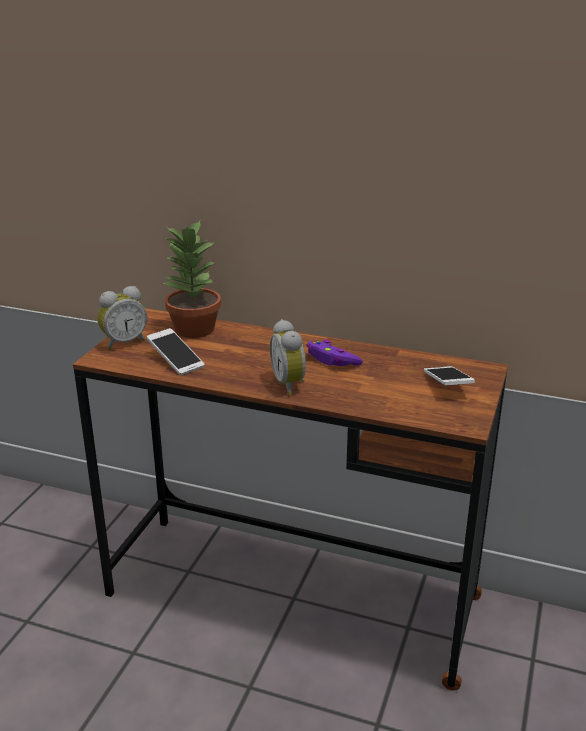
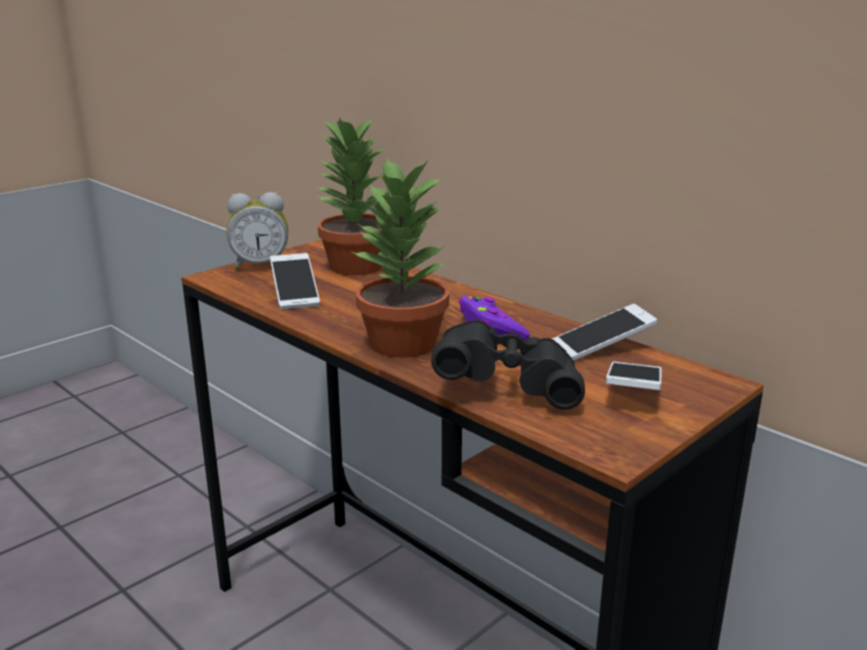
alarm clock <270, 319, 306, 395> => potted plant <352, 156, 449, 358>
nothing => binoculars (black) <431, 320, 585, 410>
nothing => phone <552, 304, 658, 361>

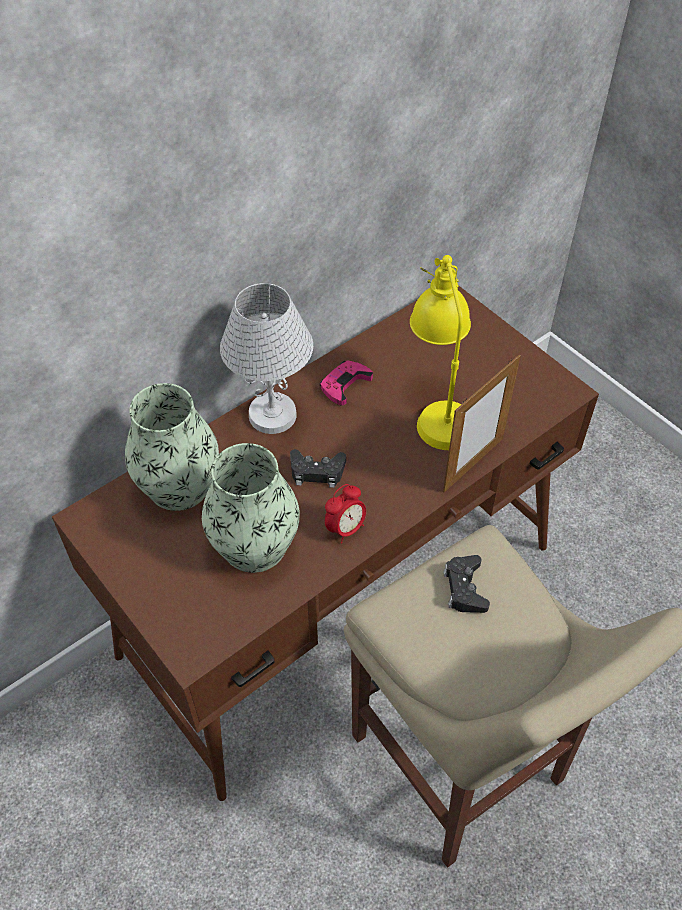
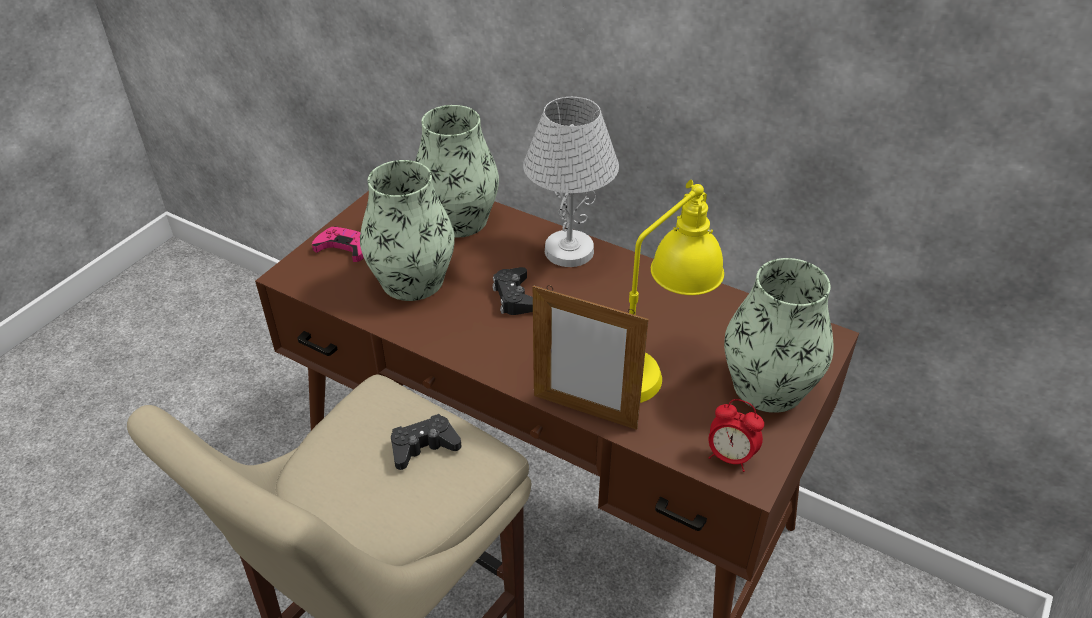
game controller (pink) <320, 360, 373, 406> => game controller (pink) <312, 226, 364, 262>, move
alarm clock <325, 484, 366, 543> => alarm clock <708, 399, 764, 472>, move
nothing => vase <724, 258, 834, 413>

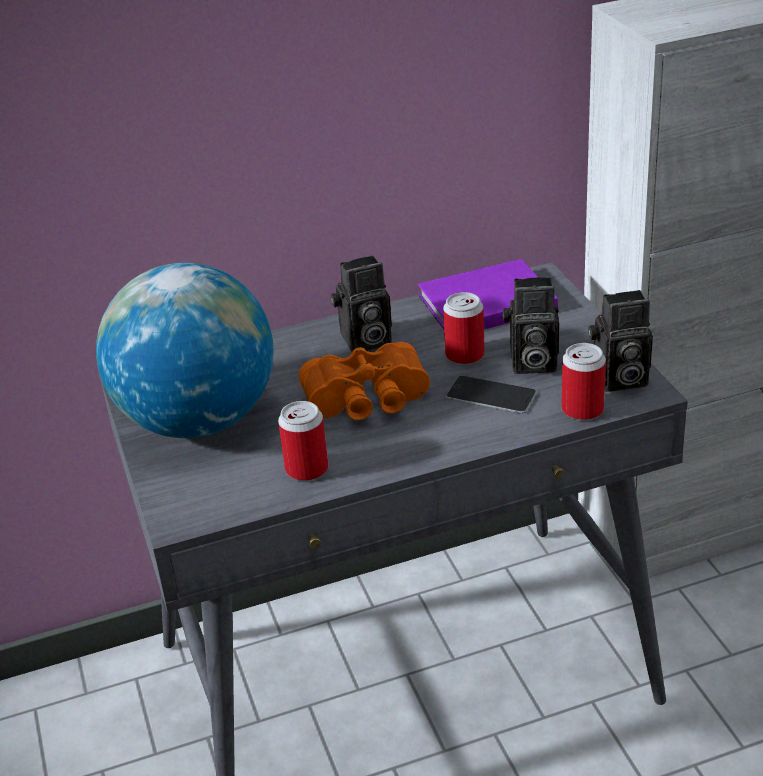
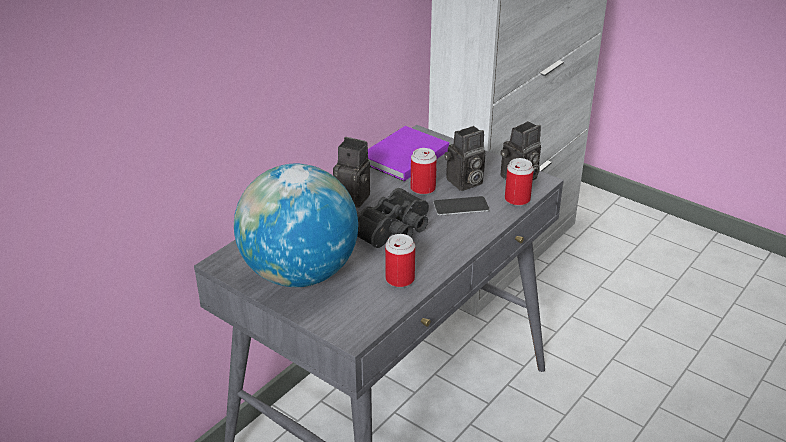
binoculars (orange) <299, 342, 430, 420> => binoculars (black) <357, 188, 429, 248>
photo camera <330, 255, 392, 351> => photo camera <333, 137, 370, 208>, 105 degrees counterclockwise

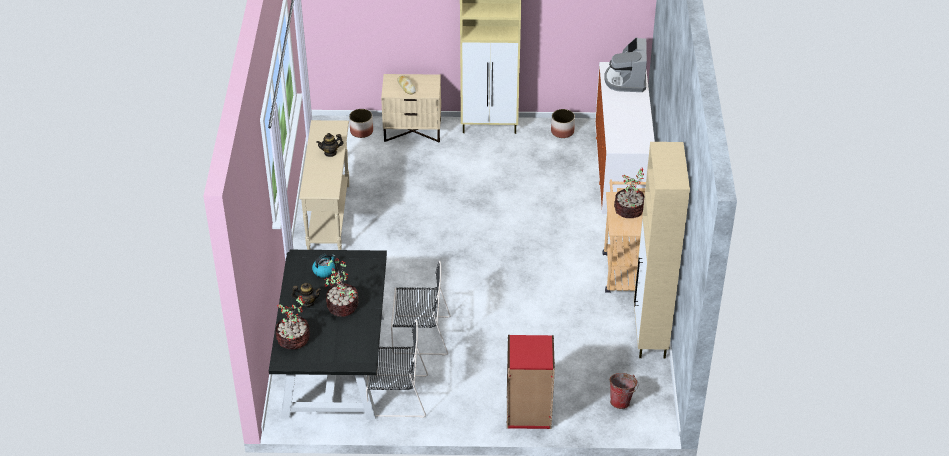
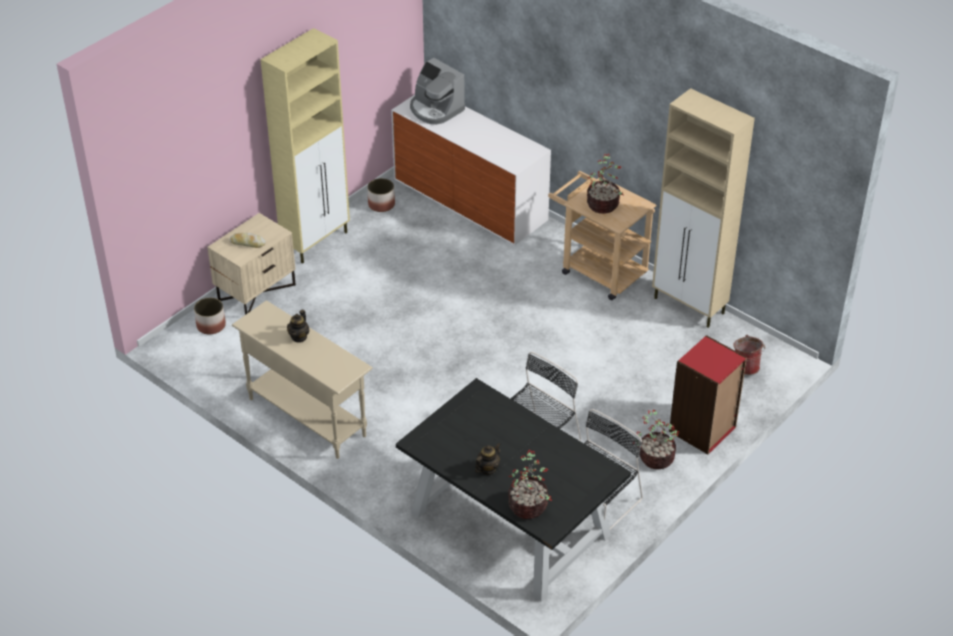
kettle <312, 254, 336, 278> => nothing
potted plant <324, 258, 359, 317> => potted plant <634, 410, 679, 469>, move

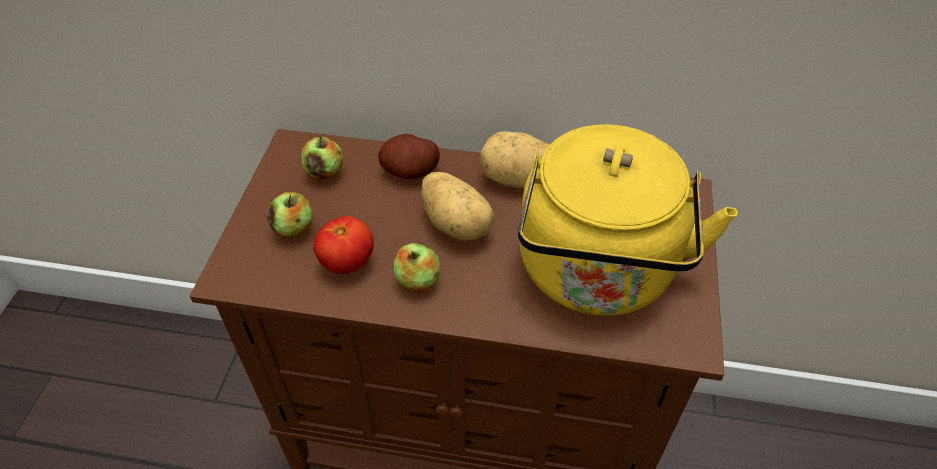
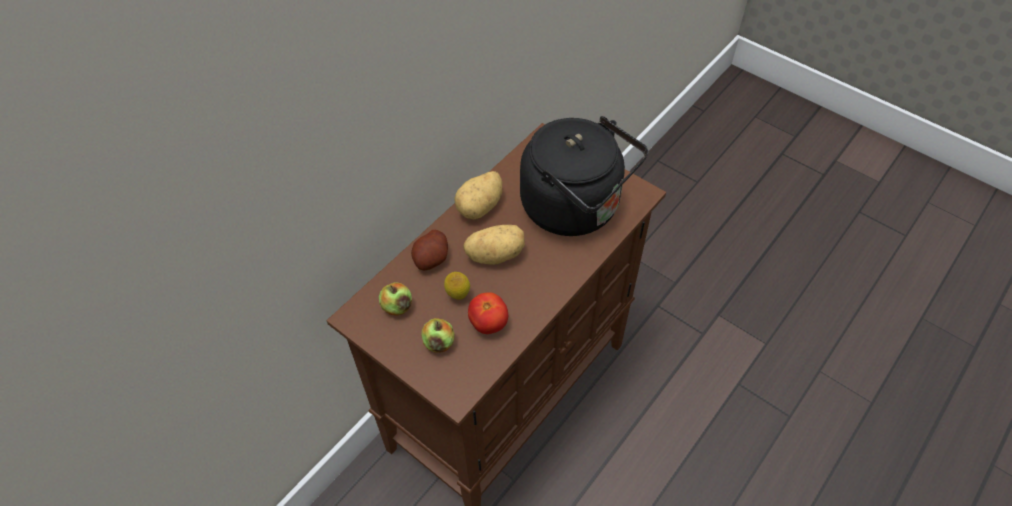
apple <394, 243, 440, 292> => nothing
kettle (yellow) <518, 124, 738, 316> => kettle (black) <520, 116, 648, 236>
nothing => lemon <444, 272, 470, 300>

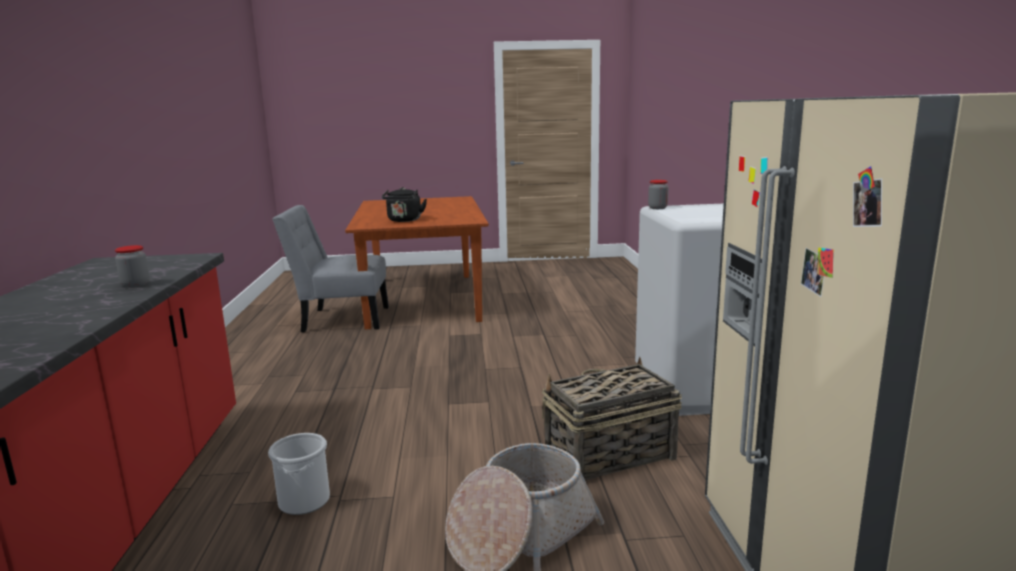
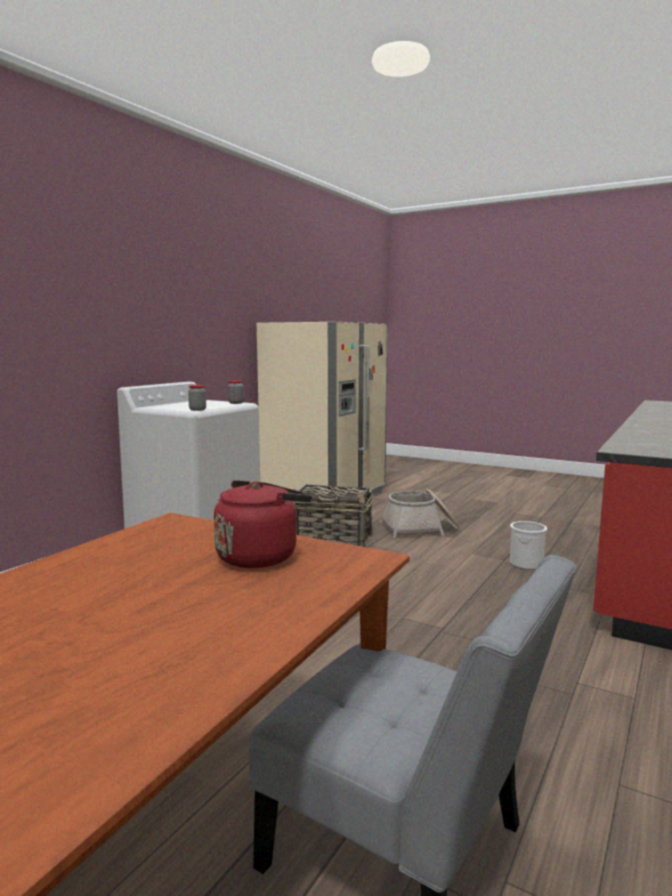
jar <115, 245, 150, 287> => jar <228, 380, 244, 404>, move
kettle (black) <382, 187, 427, 222> => kettle (red) <214, 480, 312, 568>

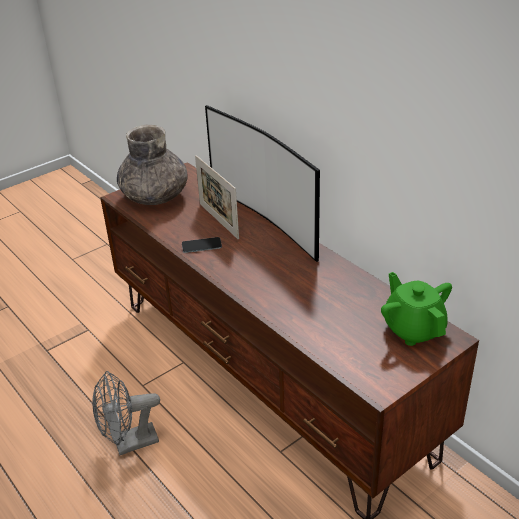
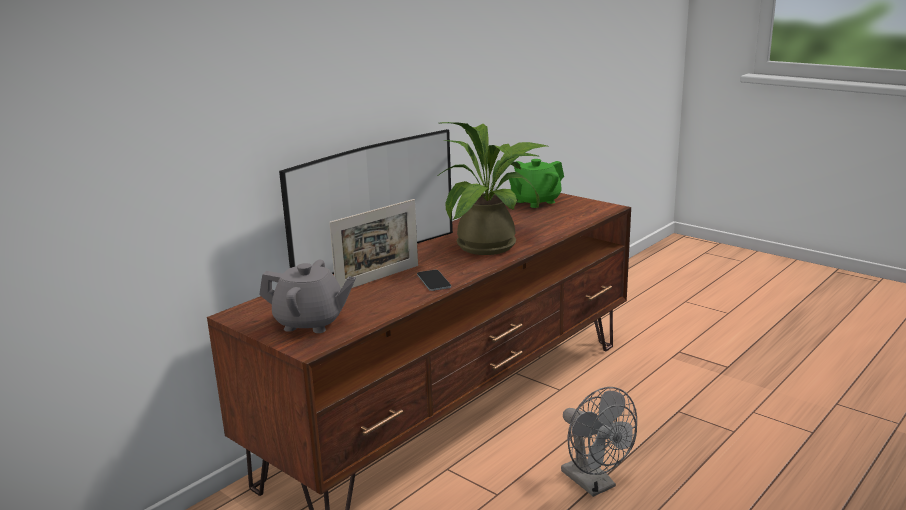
vase (grey) <117, 125, 187, 205> => teapot (grey) <259, 260, 356, 333>
nothing => potted plant <439, 122, 550, 255>

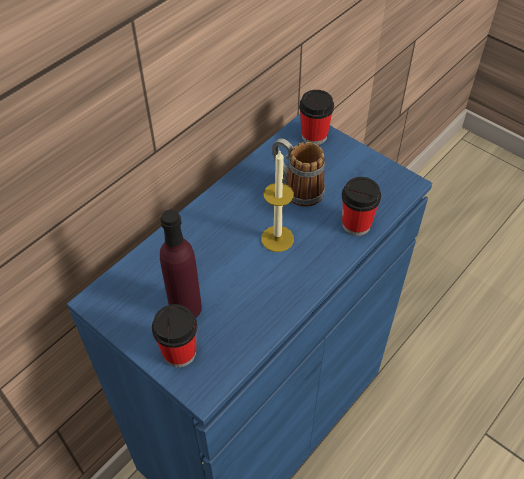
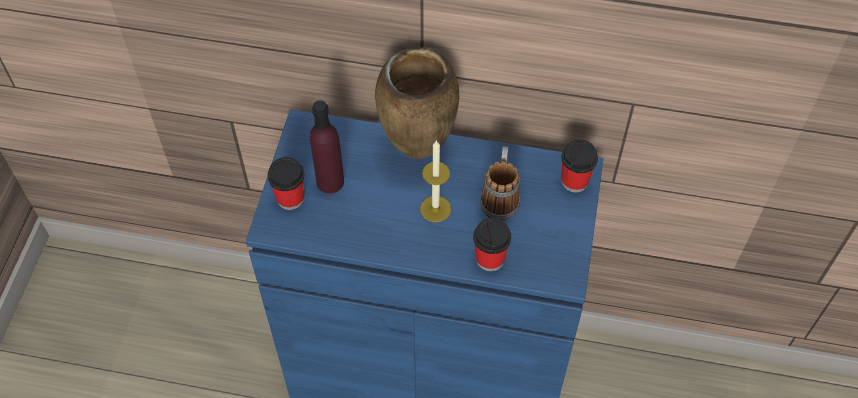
nothing => vase (brown) <375, 47, 460, 159>

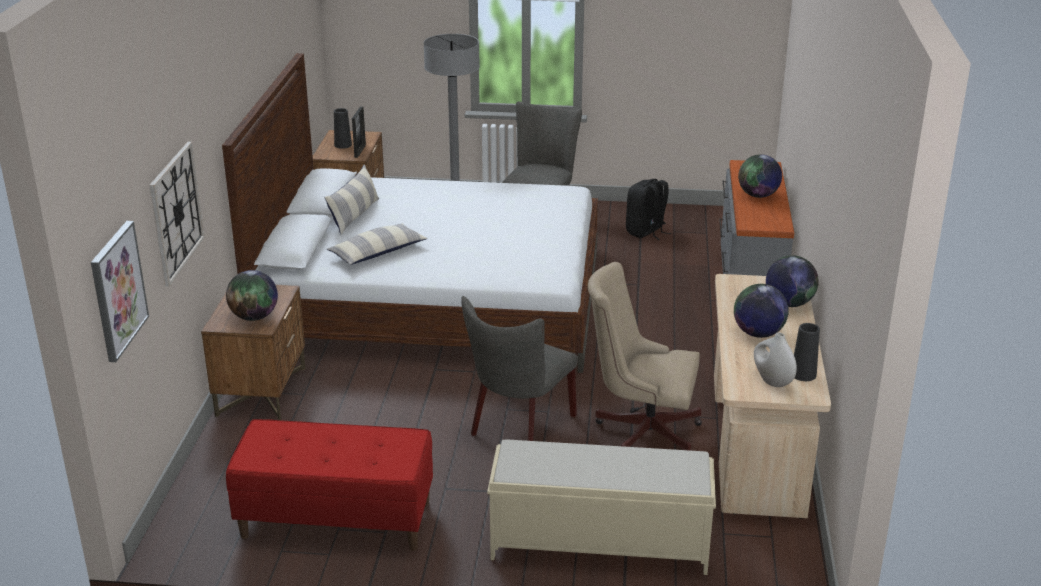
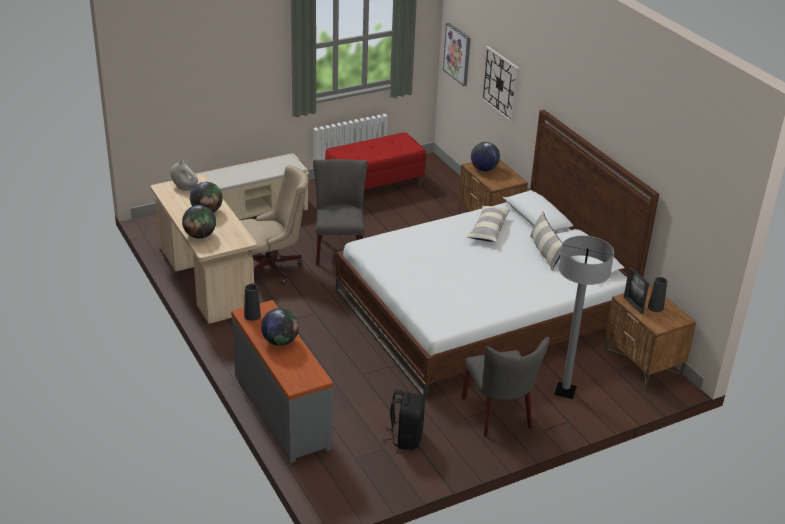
vase (black) <794, 323, 820, 381> => vase (black) <244, 284, 261, 321>, move

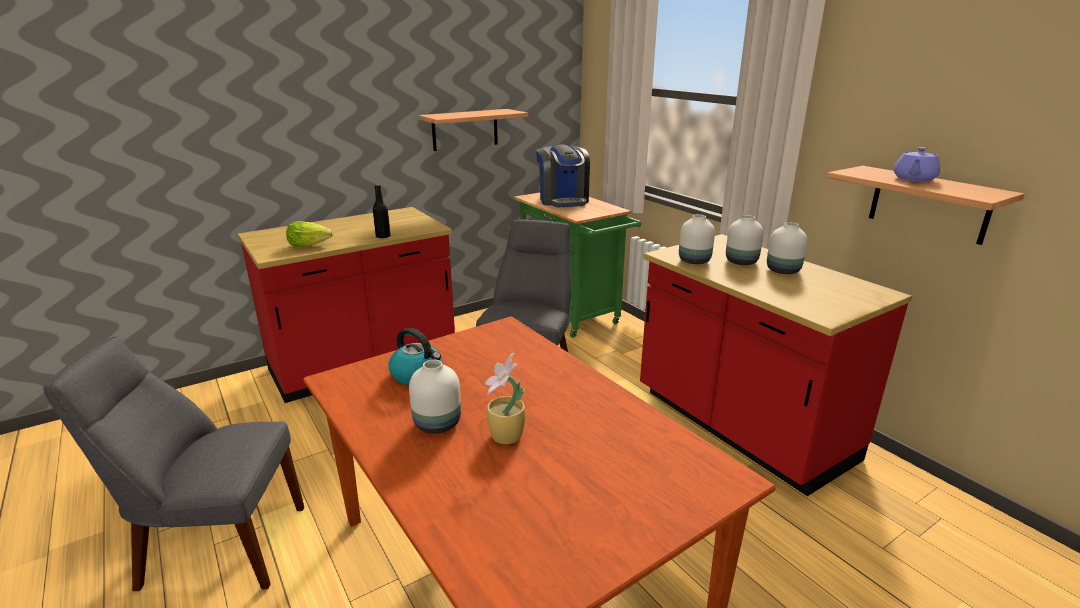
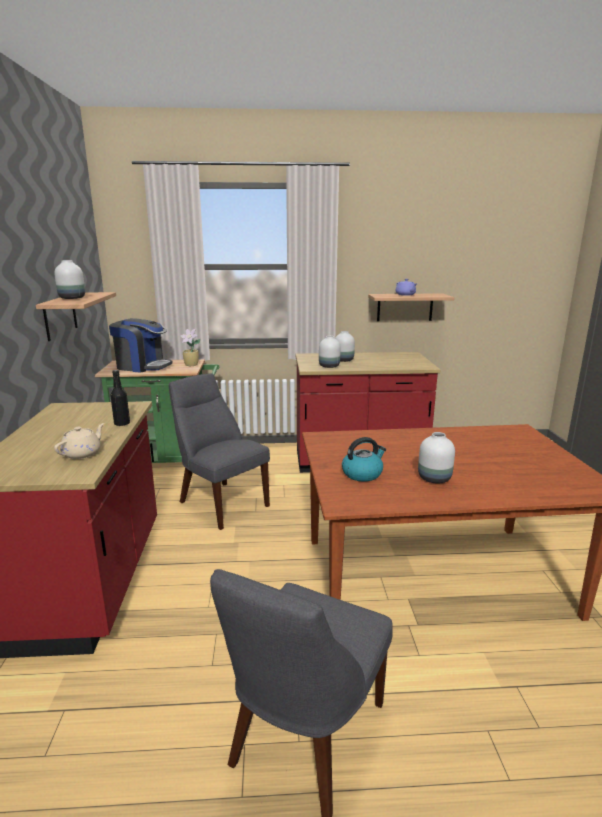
lettuce <286, 221, 333, 247> => teapot (beige) <54, 423, 104, 459>
potted plant <484, 353, 525, 444> => potted plant <181, 329, 201, 366>, move
vase (white) <767, 222, 807, 274> => vase (white) <54, 260, 85, 299>, move

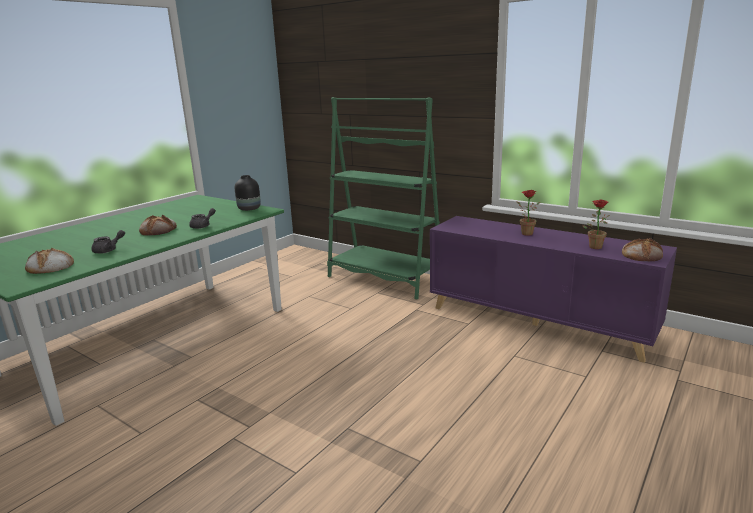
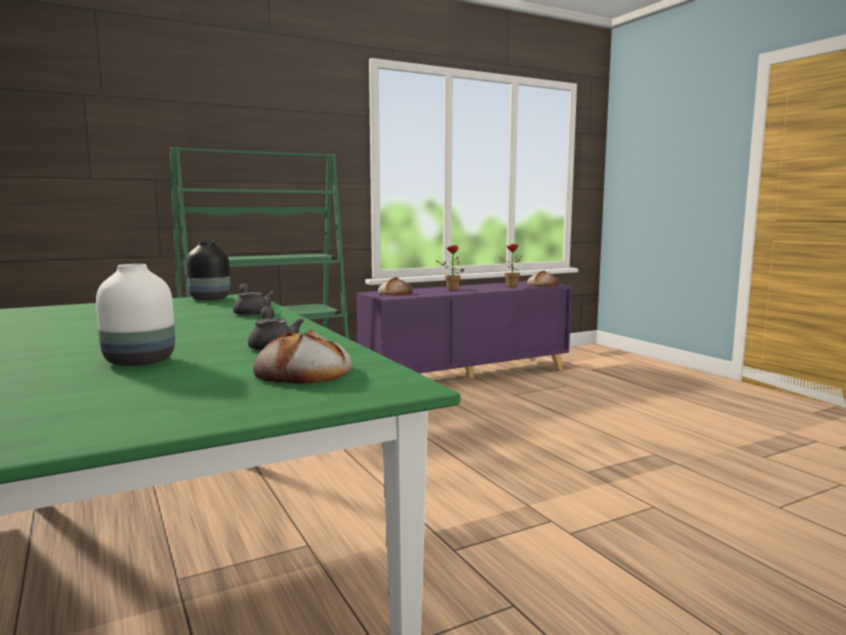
bread <139, 215, 177, 236> => bread <378, 277, 413, 295>, move
nothing => vase (white) <96, 264, 175, 366>

